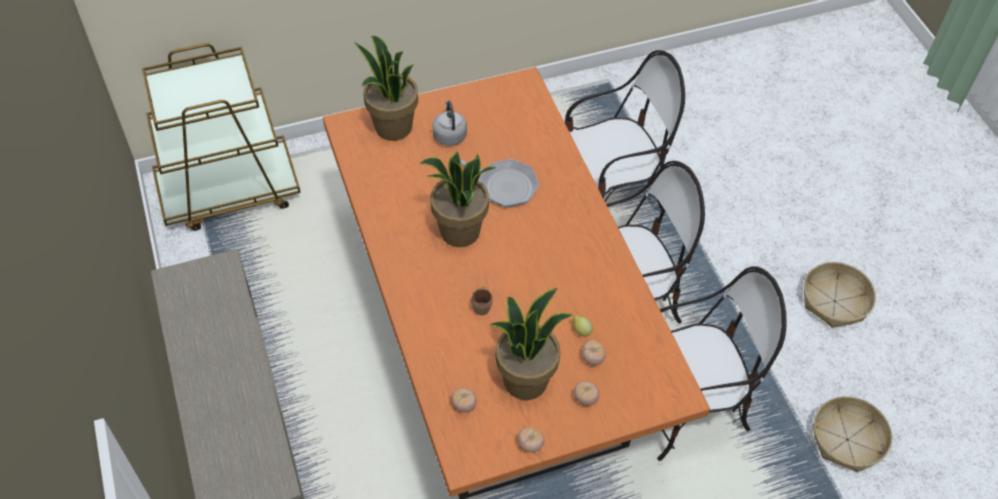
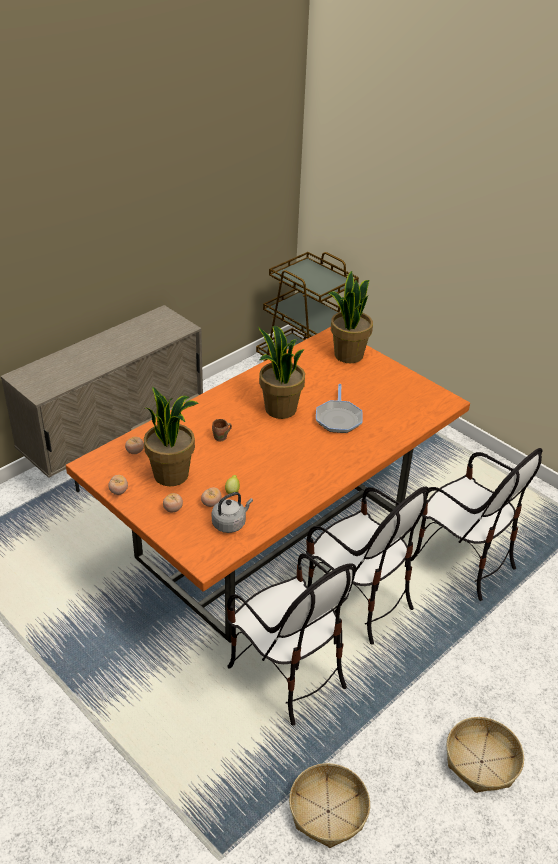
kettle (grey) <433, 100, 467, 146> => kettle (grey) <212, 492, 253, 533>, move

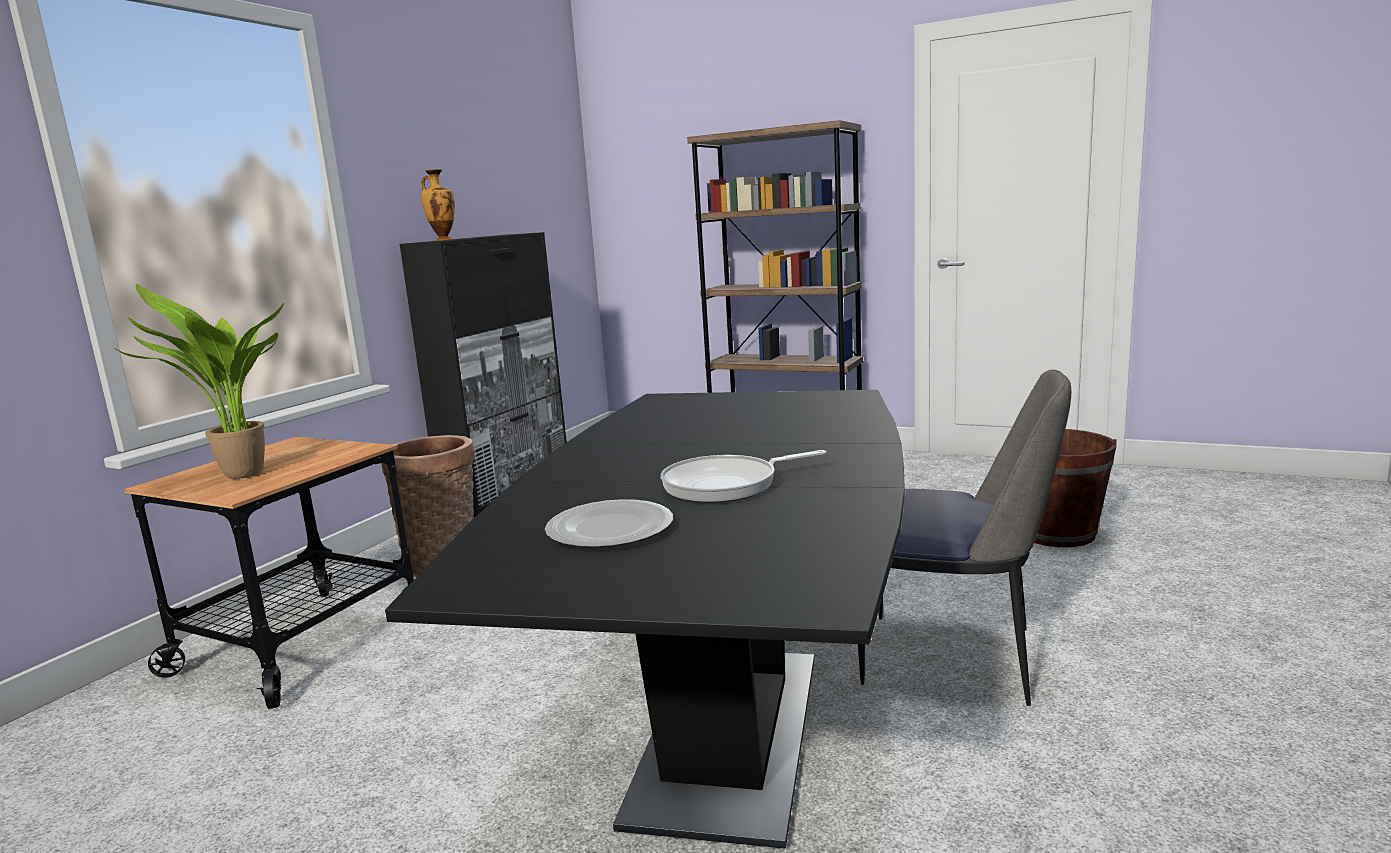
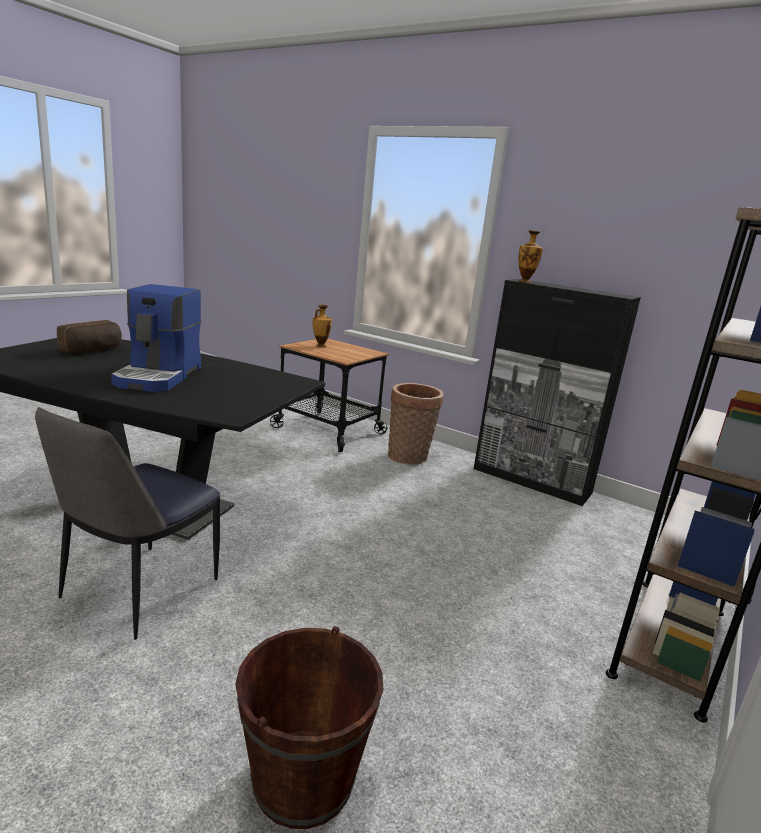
potted plant <114, 284, 284, 479> => vase <313, 305, 332, 348>
plate <545, 499, 673, 548> => bread <57, 320, 122, 354>
frying pan <661, 450, 826, 503> => nothing
nothing => coffee machine <111, 284, 201, 392>

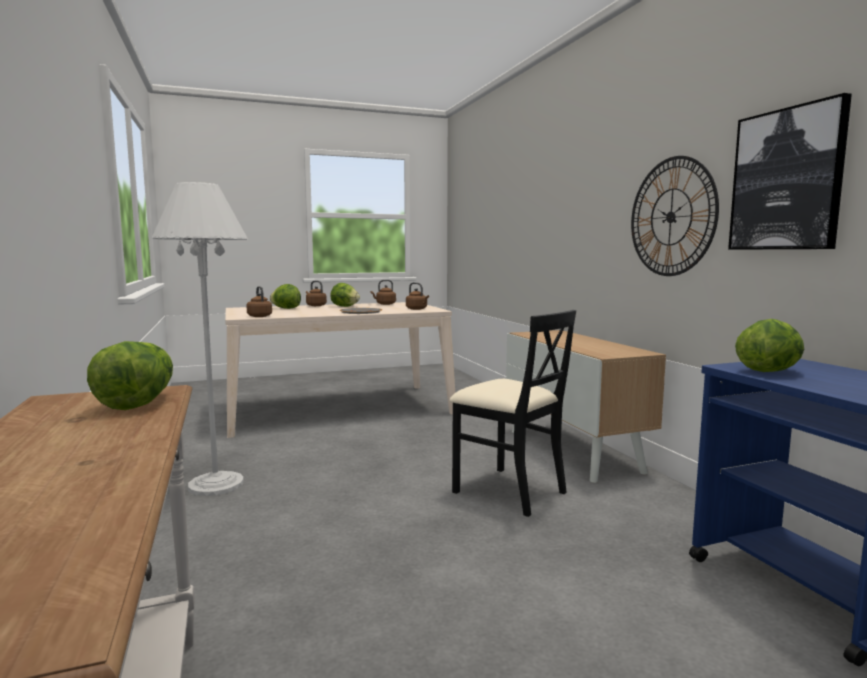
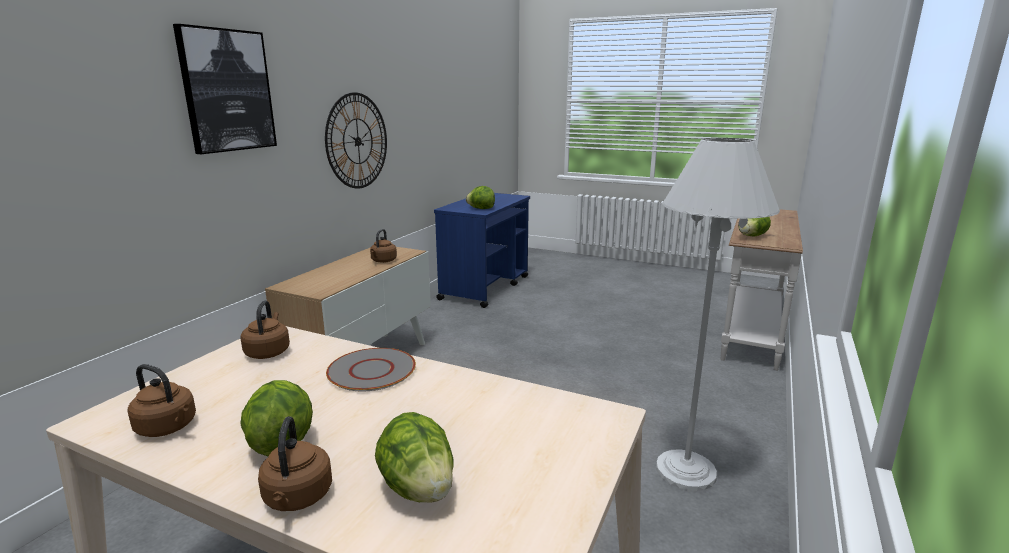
kettle (brown) <246, 286, 272, 317> => kettle (brown) <370, 229, 397, 263>, move
chair (black) <450, 310, 576, 517> => nothing
picture <728, 93, 852, 250> => picture <173, 24, 277, 154>, move

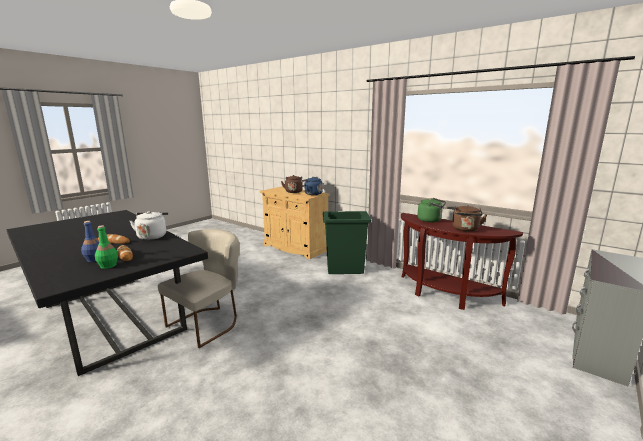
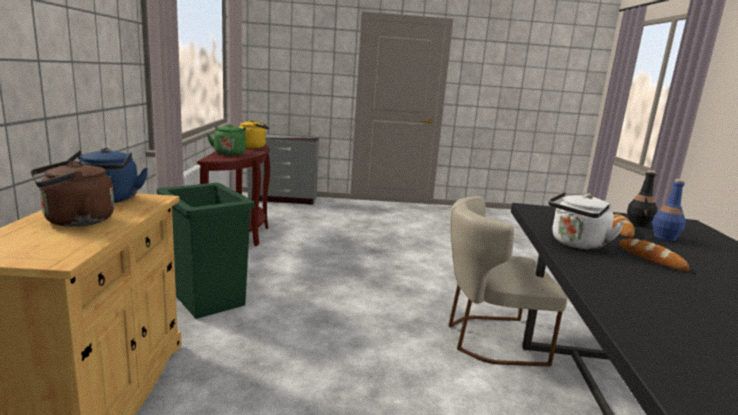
bottle (green) <95, 225, 118, 269> => bottle (black) <627, 170, 657, 227>
kettle (brown) <452, 205, 487, 231> => kettle (yellow) <239, 120, 270, 149>

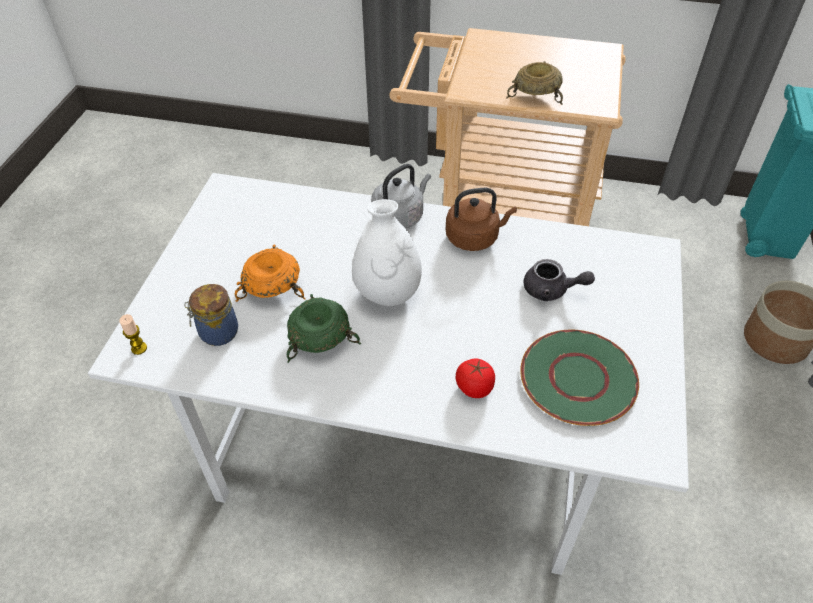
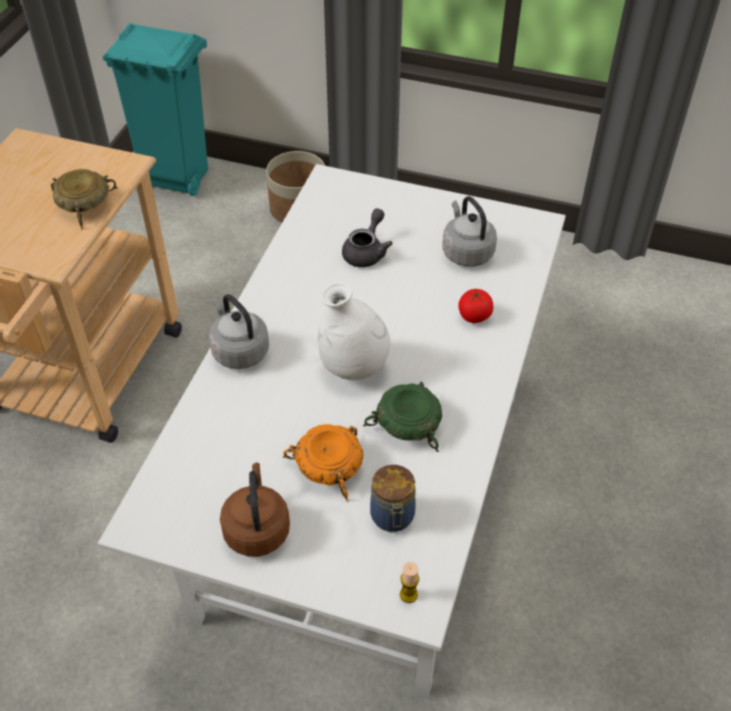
kettle (brown) <446, 188, 517, 251> => kettle (brown) <220, 463, 290, 557>, move
plate (green) <520, 330, 639, 426> => kettle (grey) <443, 196, 497, 267>

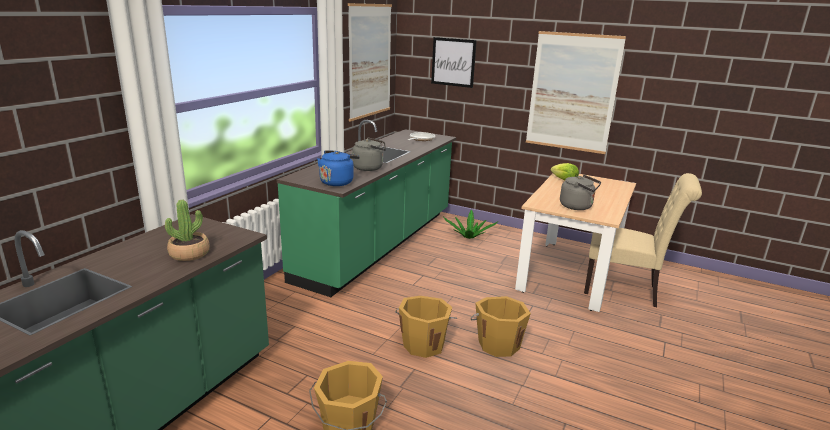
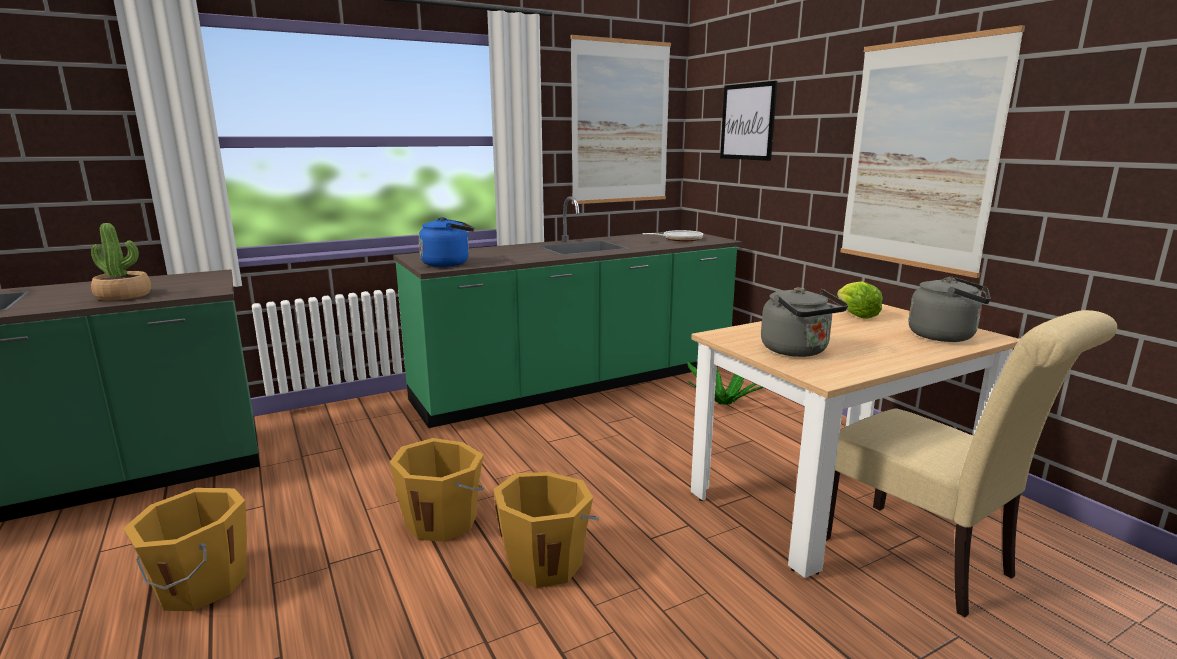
kettle (grey) <352, 138, 386, 171> => kettle (grey) <908, 276, 991, 342>, move

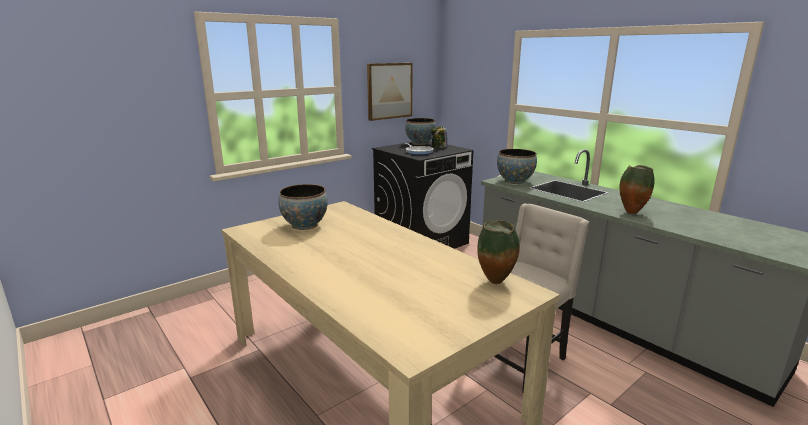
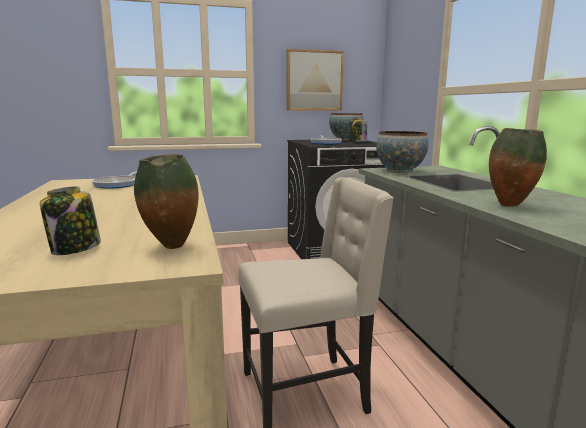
bowl <278, 184, 328, 230> => frying pan <92, 171, 137, 189>
nothing => jar <40, 186, 101, 255>

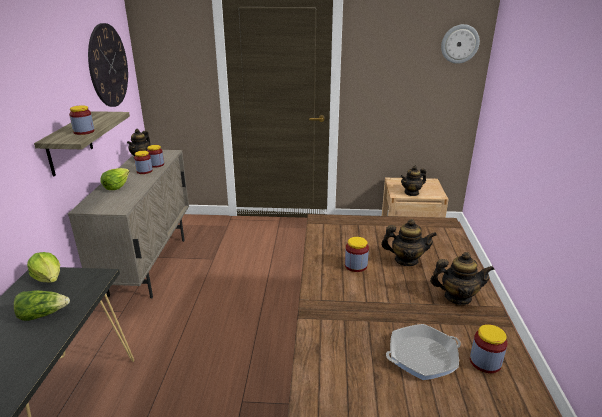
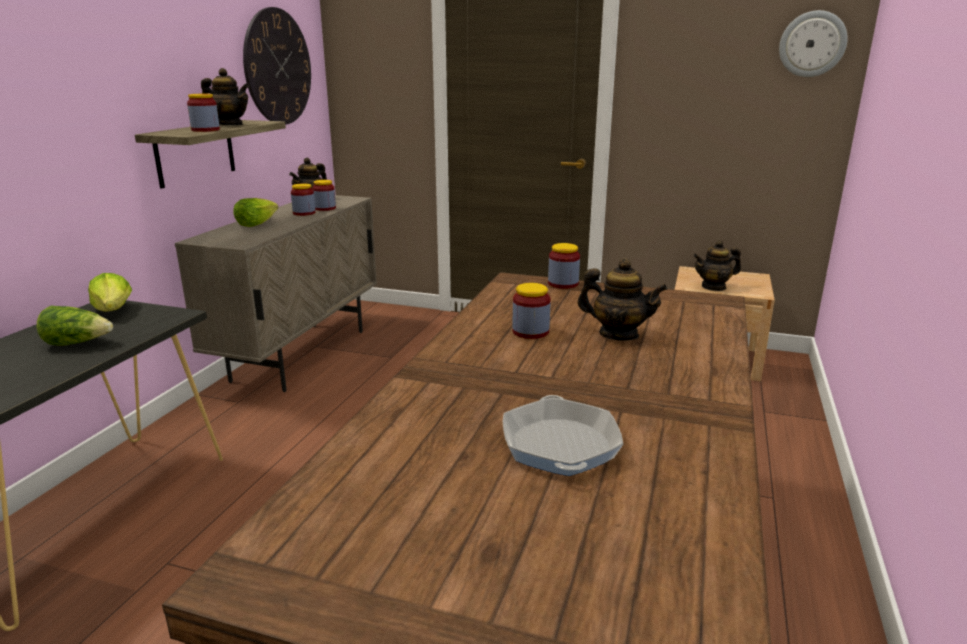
frying pan <386, 324, 461, 380> => frying pan <503, 395, 623, 476>, 90 degrees clockwise
teapot <430, 252, 495, 305> => teapot <201, 68, 249, 125>, move
jar <470, 324, 507, 373> => jar <548, 243, 580, 289>, move

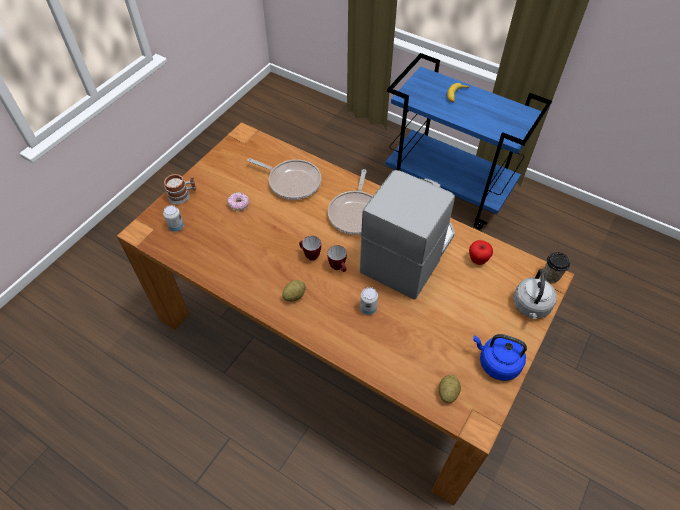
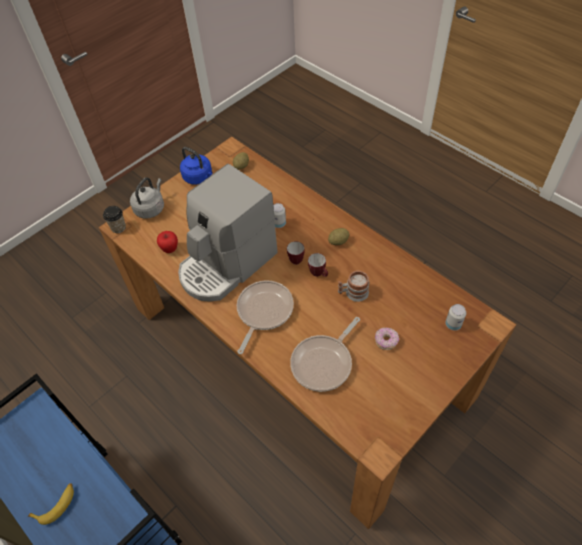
mug <164, 174, 196, 204> => mug <338, 271, 369, 302>, move
frying pan <248, 158, 321, 200> => frying pan <290, 317, 360, 392>, 90 degrees counterclockwise

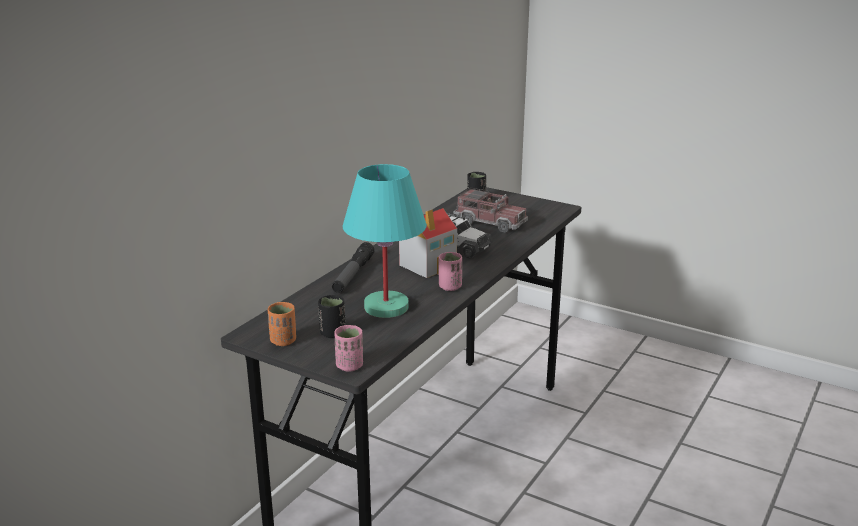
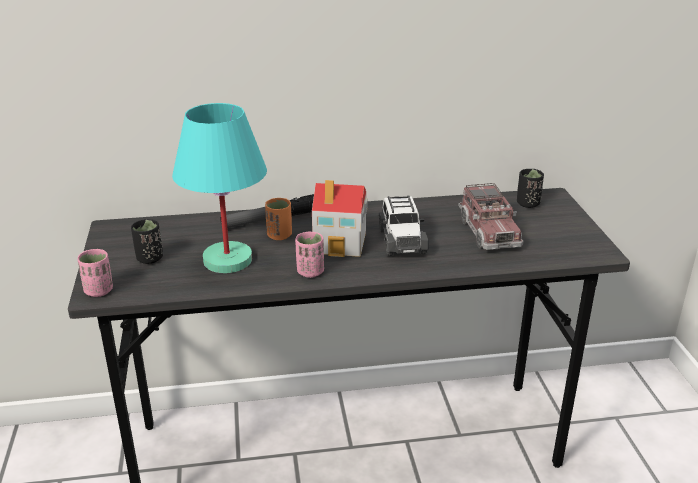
cup (orange) <268, 302, 296, 346> => cup (orange) <265, 198, 292, 240>, move

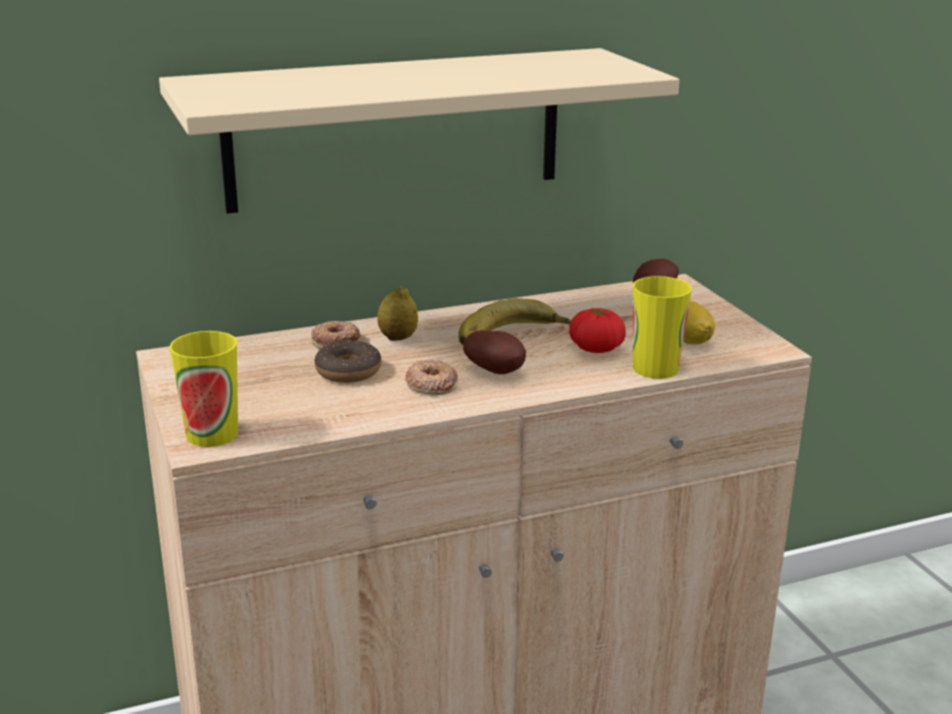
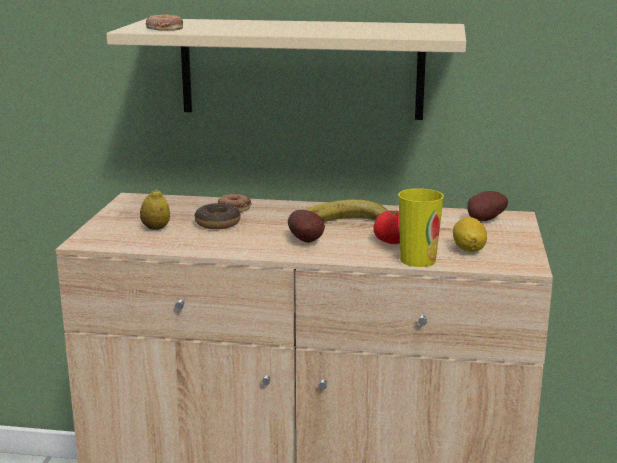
cup <170, 331, 238, 447> => nothing
lemon <377, 286, 418, 341> => lemon <140, 189, 170, 230>, move
donut <405, 359, 458, 395> => donut <146, 14, 183, 31>, move

